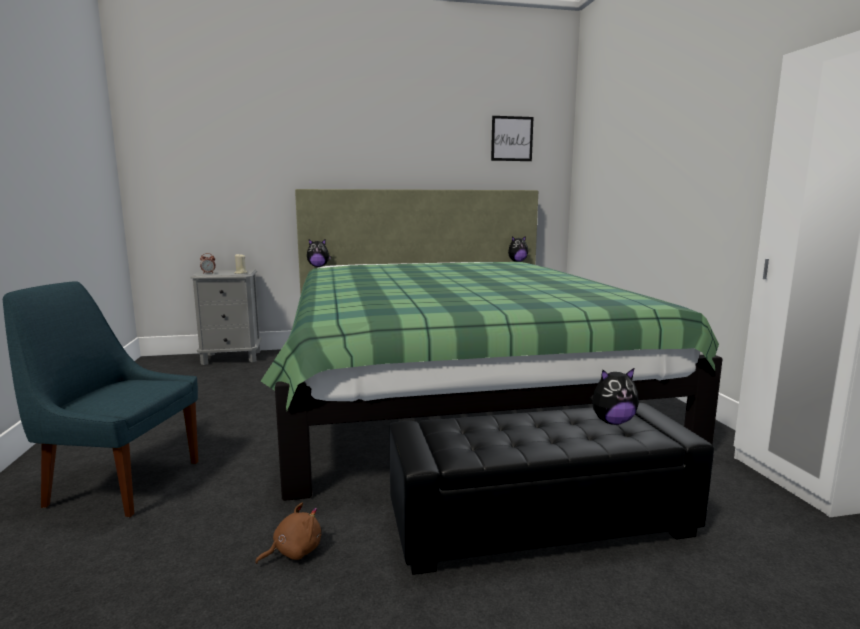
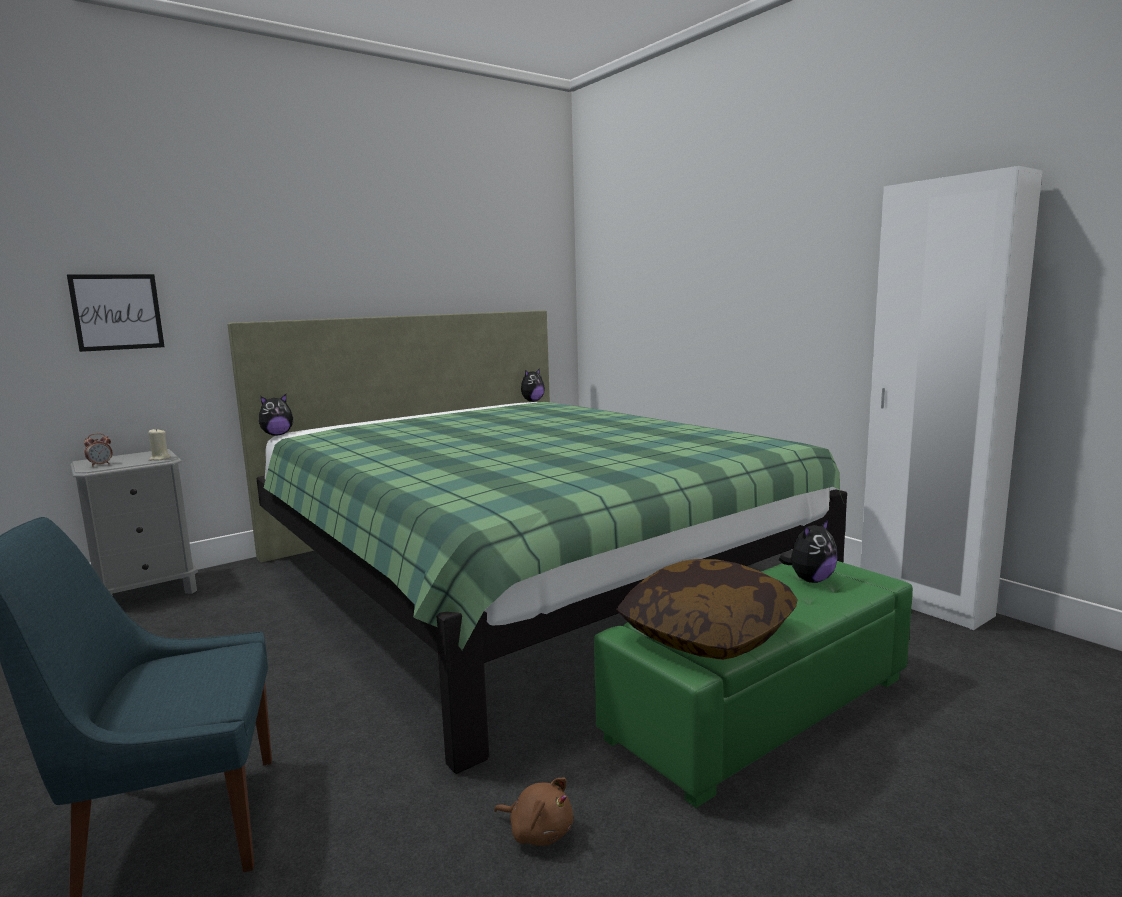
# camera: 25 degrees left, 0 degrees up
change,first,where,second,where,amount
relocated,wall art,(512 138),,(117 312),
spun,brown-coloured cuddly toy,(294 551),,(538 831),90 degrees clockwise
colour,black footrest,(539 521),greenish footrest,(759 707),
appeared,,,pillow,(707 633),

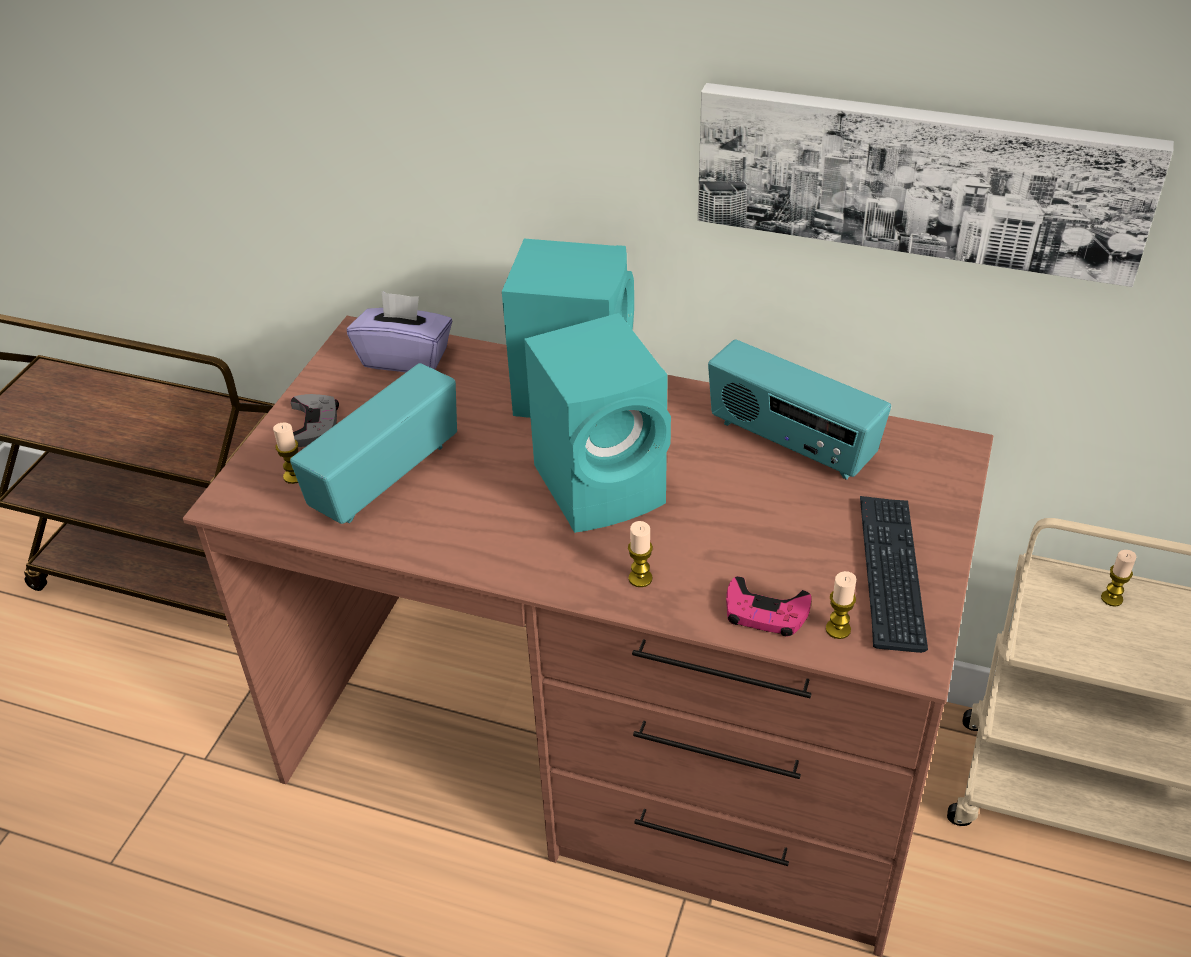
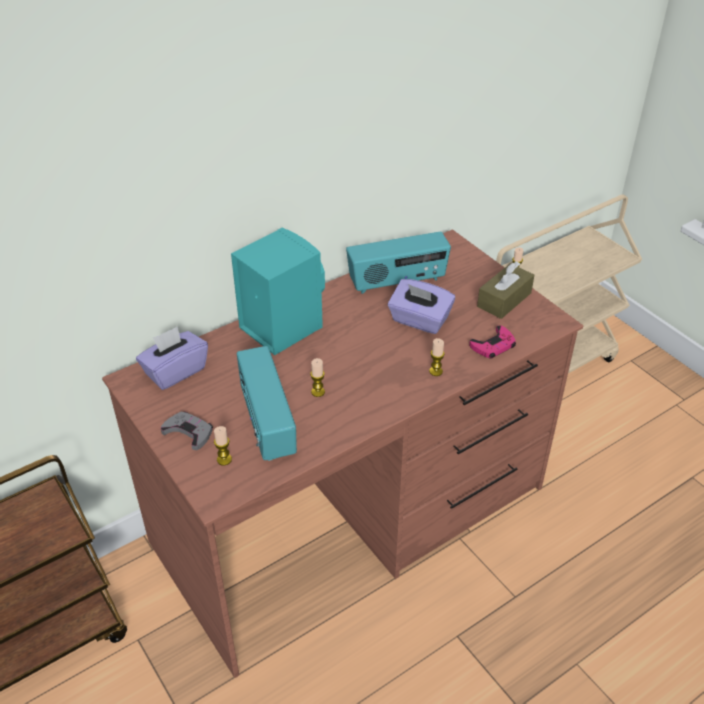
# camera: 55 degrees left, 0 degrees up
change,first,where,second,where,amount
relocated,wax candle,(838 629),,(318 392),
appeared,,,purplish tissue holder,(419 320),
exchanged,computer keyboard,(890 573),brown-coloured tissue holder,(504 300),
missing,blue-green audio speaker,(604 485),,,
missing,wall art,(918 178),,,

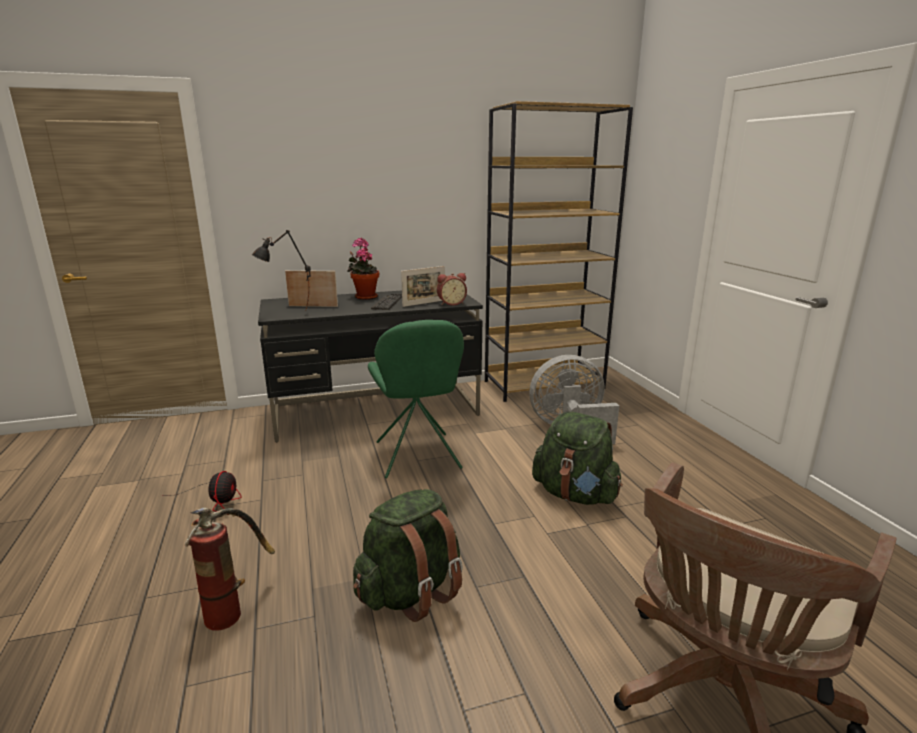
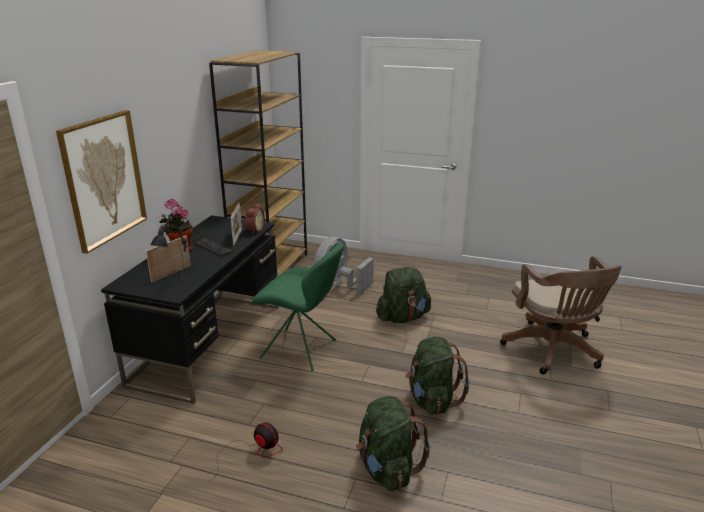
# camera: 55 degrees left, 5 degrees up
change,first,where,second,where,amount
appeared,,,wall art,(104 179),
exchanged,fire extinguisher,(232 606),greenish backpack,(387 469),

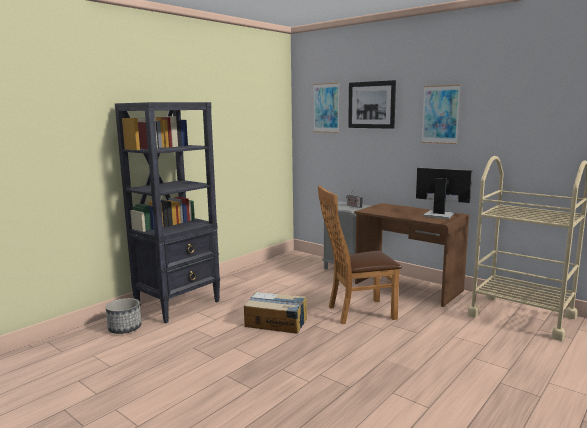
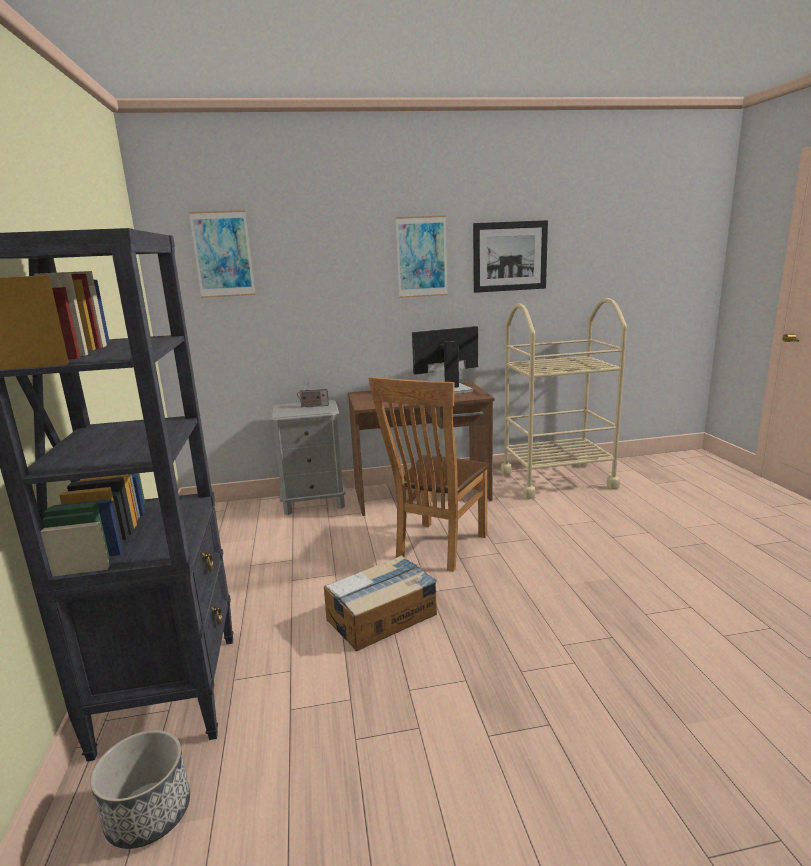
# camera: 50 degrees left, 5 degrees up
change,first,where,second,where,amount
relocated,wall art,(371 105),,(510 256),

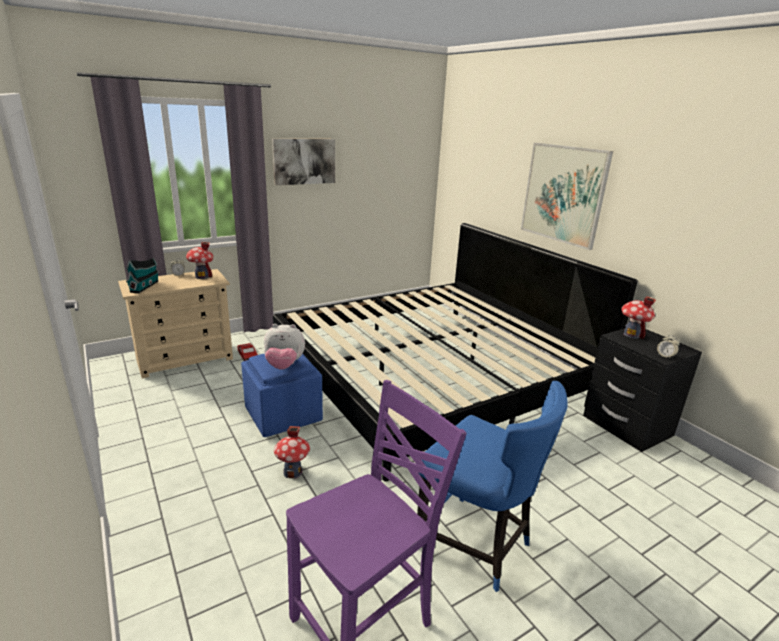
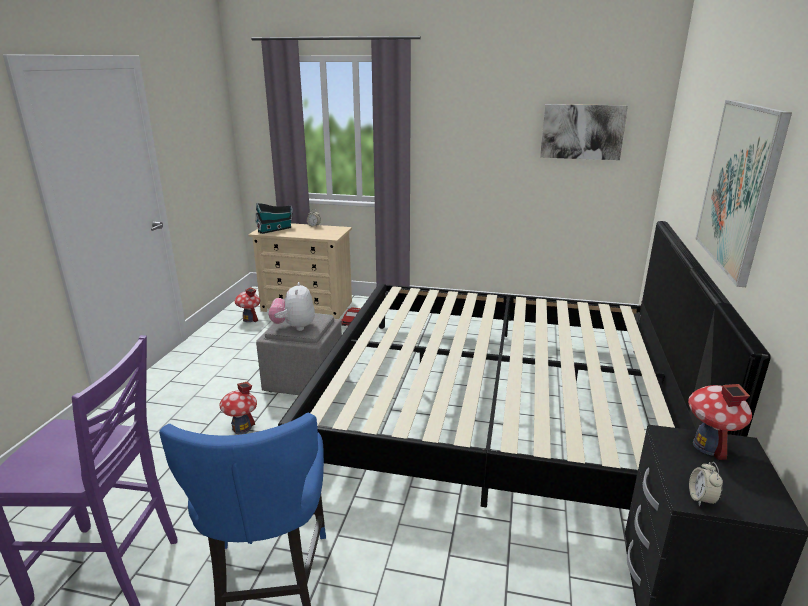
# camera: 45 degrees right, 0 degrees up
change,first,where,second,where,amount
relocated,model house,(202 276),,(249 319),
colour,blue-coloured footrest,(284 415),grey footrest,(304 380),
spun,cuddly toy,(284 365),,(294 327),45 degrees clockwise
relocated,wall art,(304 161),,(582 131),

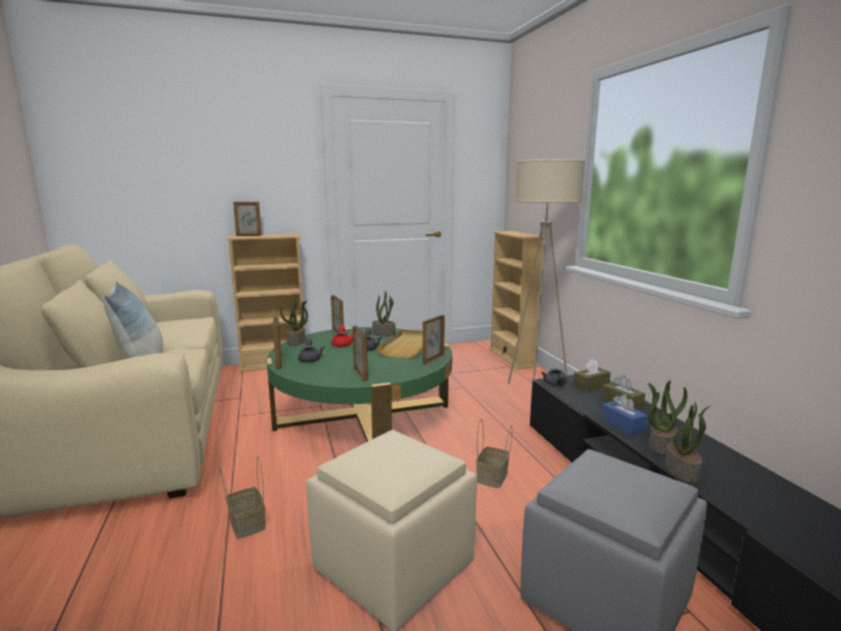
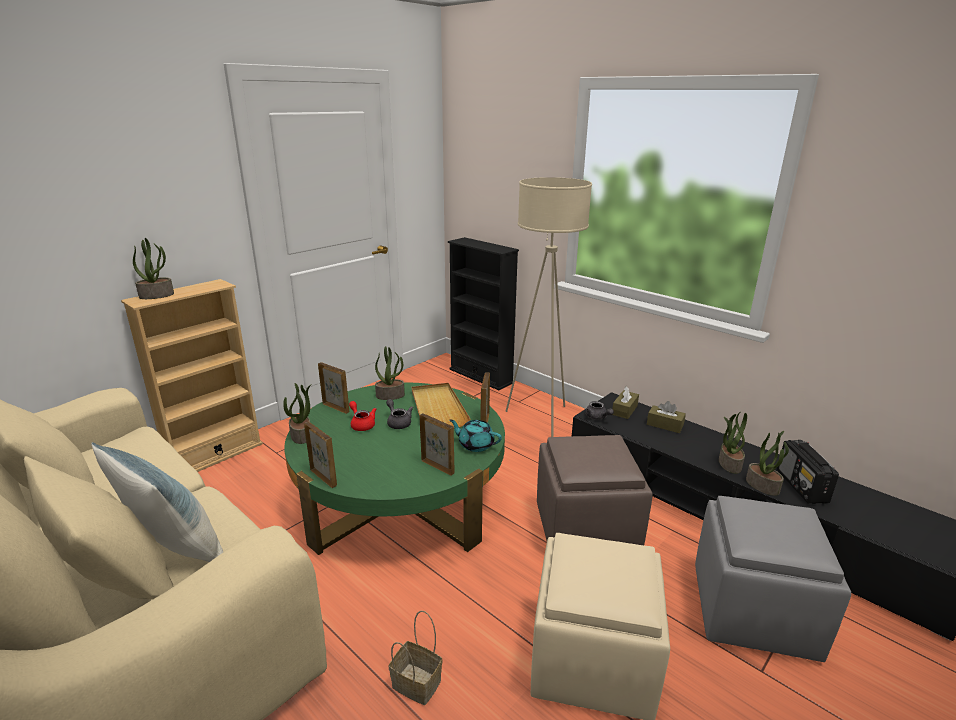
# camera: 30 degrees left, 10 degrees up
change,first,where,second,where,amount
exchanged,picture frame,(248 235),plant in a pot,(157 295),
colour,sand-coloured shelving unit,(512 357),black shelving unit,(481 376),
appeared,,,blue-green pot for tea,(475 445),
exchanged,household basket,(492 478),brown-coloured footrest,(587 530),
appeared,,,radio set,(801 487),
missing,grey pot for tea,(310 359),,,
missing,blue-coloured tissue holder,(623 425),,,

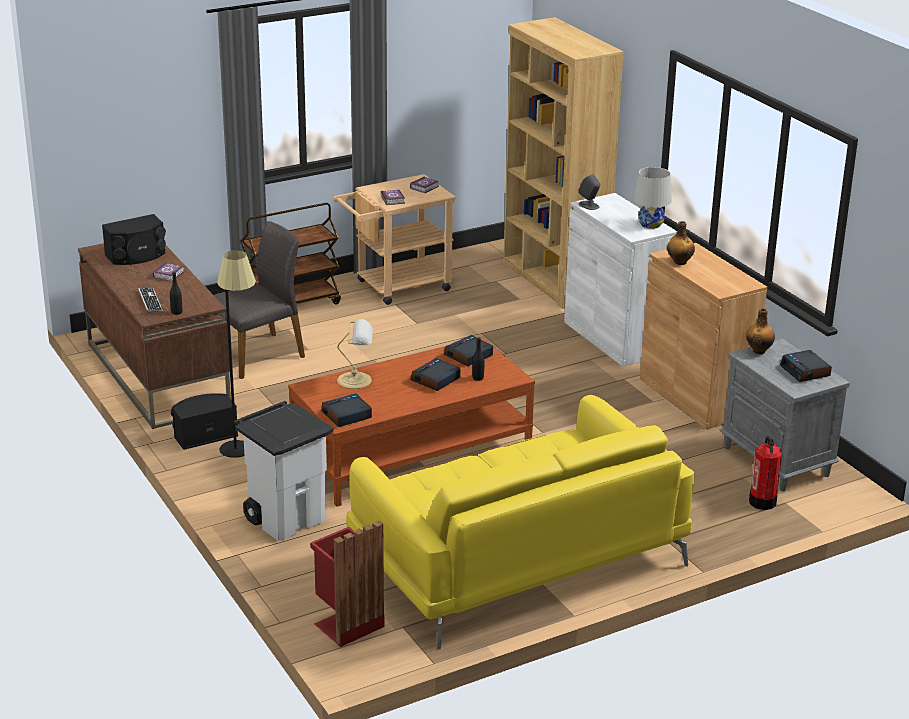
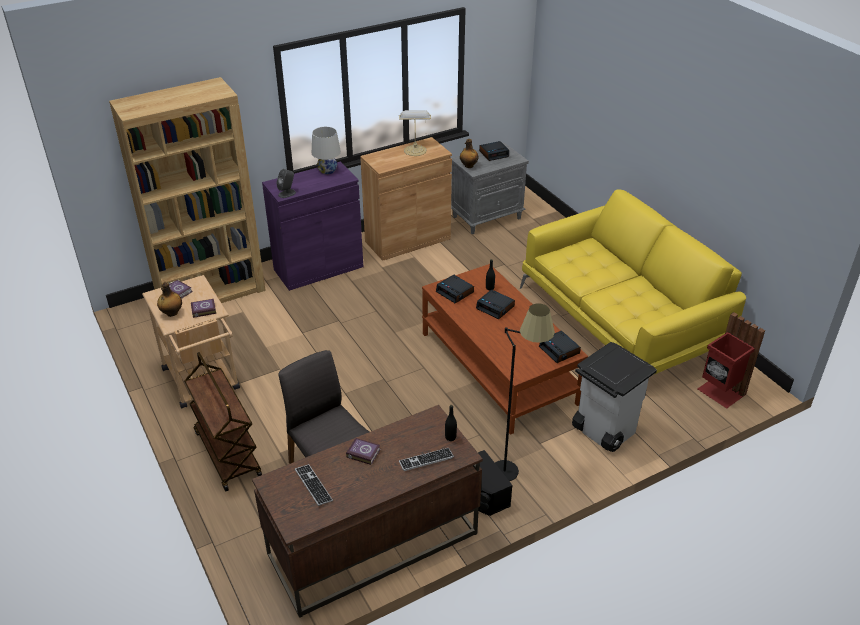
# camera: 90 degrees left, 10 degrees up
change,first,where,second,where,amount
relocated,beverage bottle,(679 262),,(171 313),
colour,white storage cabinet,(614 338),purplish storage cabinet,(318 268),
exchanged,black audio speaker,(136 255),computer keyboard,(313 485),
relocated,lamp for a table,(356 380),,(415 150),
missing,fire extinguisher,(762 502),,,

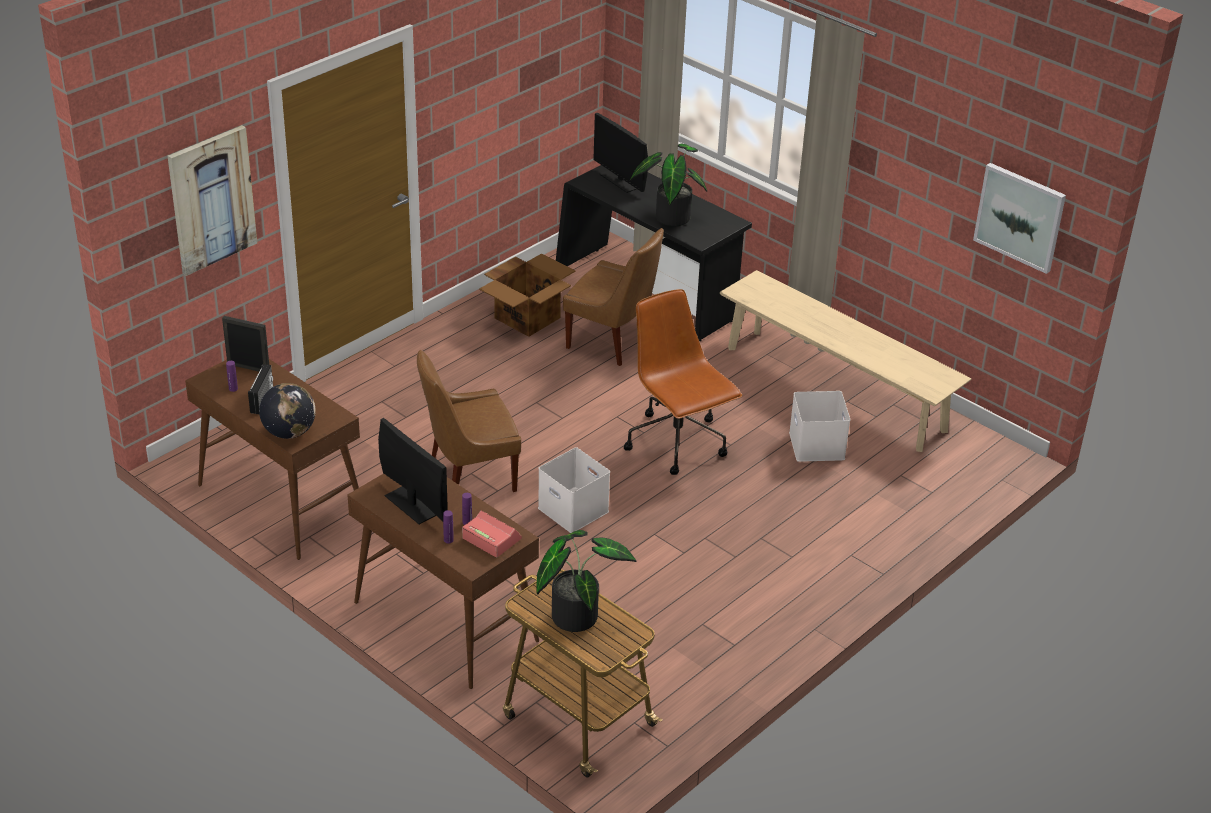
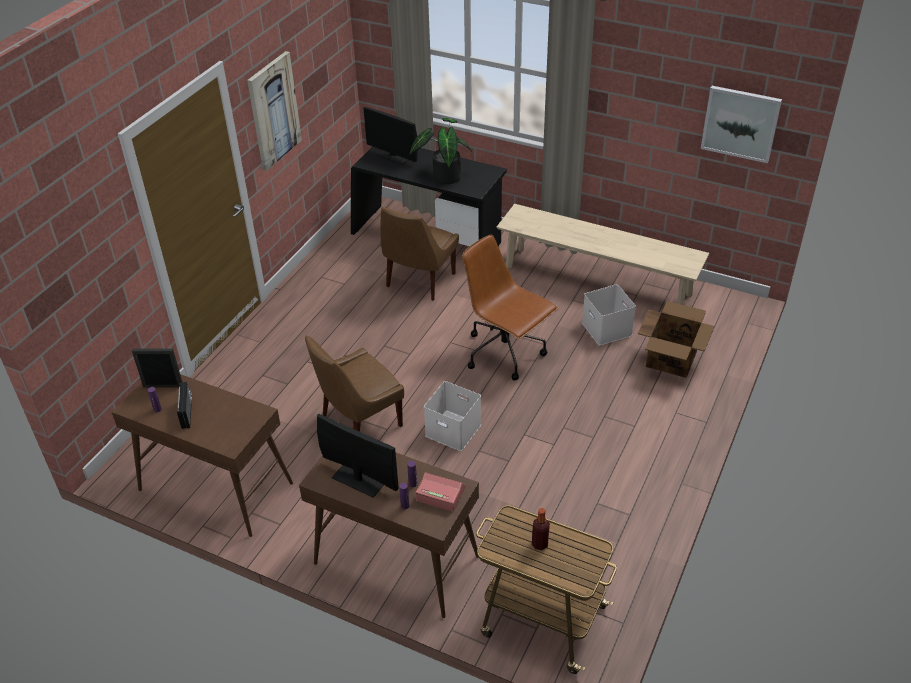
# camera: 15 degrees left, 5 degrees up
change,first,where,second,where,amount
relocated,wall art,(212 199),,(274 111),
spun,brown-coloured chair,(612 341),,(419 281),105 degrees clockwise
exchanged,plant in a pot,(576 613),beverage bottle,(540 544),
relocated,packing box,(528 317),,(671 359),
missing,world globe,(289 432),,,

